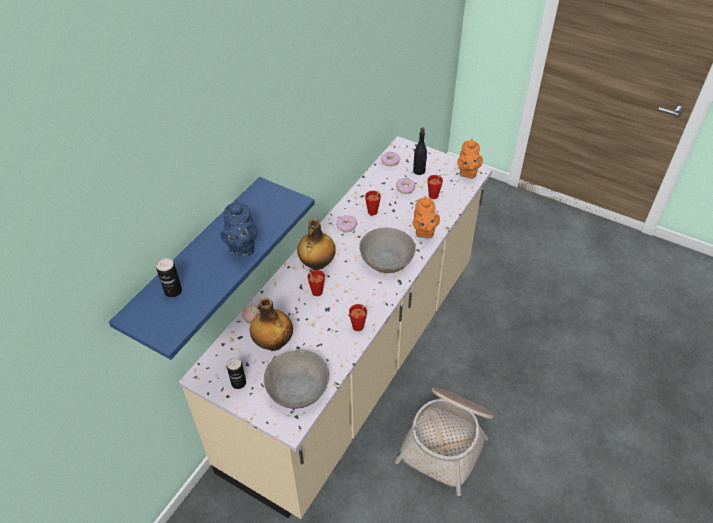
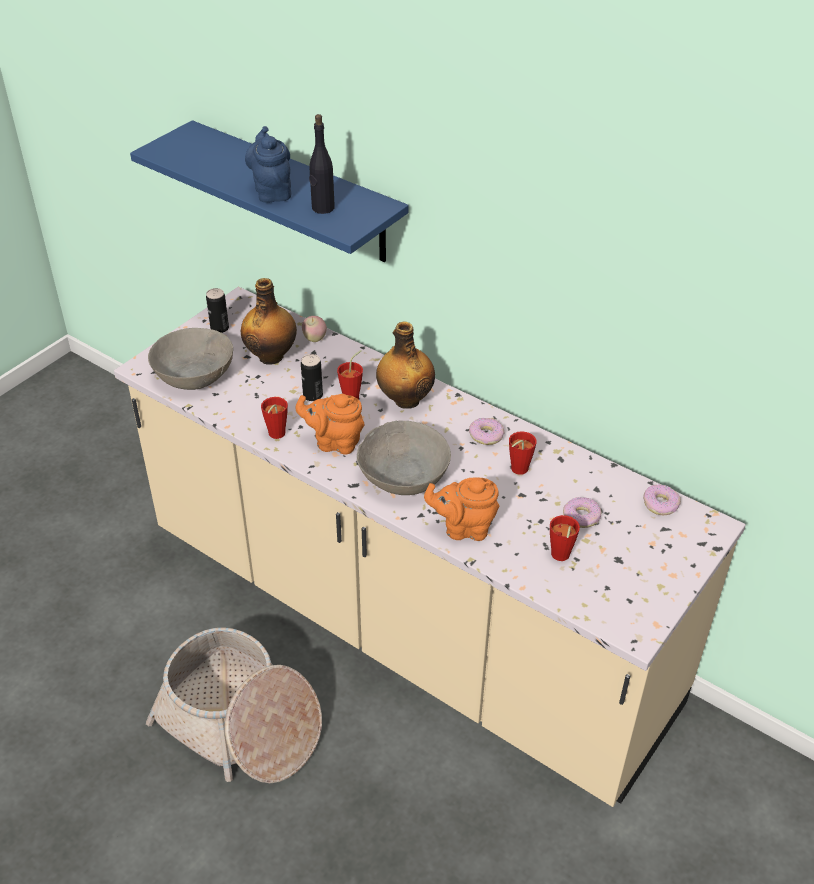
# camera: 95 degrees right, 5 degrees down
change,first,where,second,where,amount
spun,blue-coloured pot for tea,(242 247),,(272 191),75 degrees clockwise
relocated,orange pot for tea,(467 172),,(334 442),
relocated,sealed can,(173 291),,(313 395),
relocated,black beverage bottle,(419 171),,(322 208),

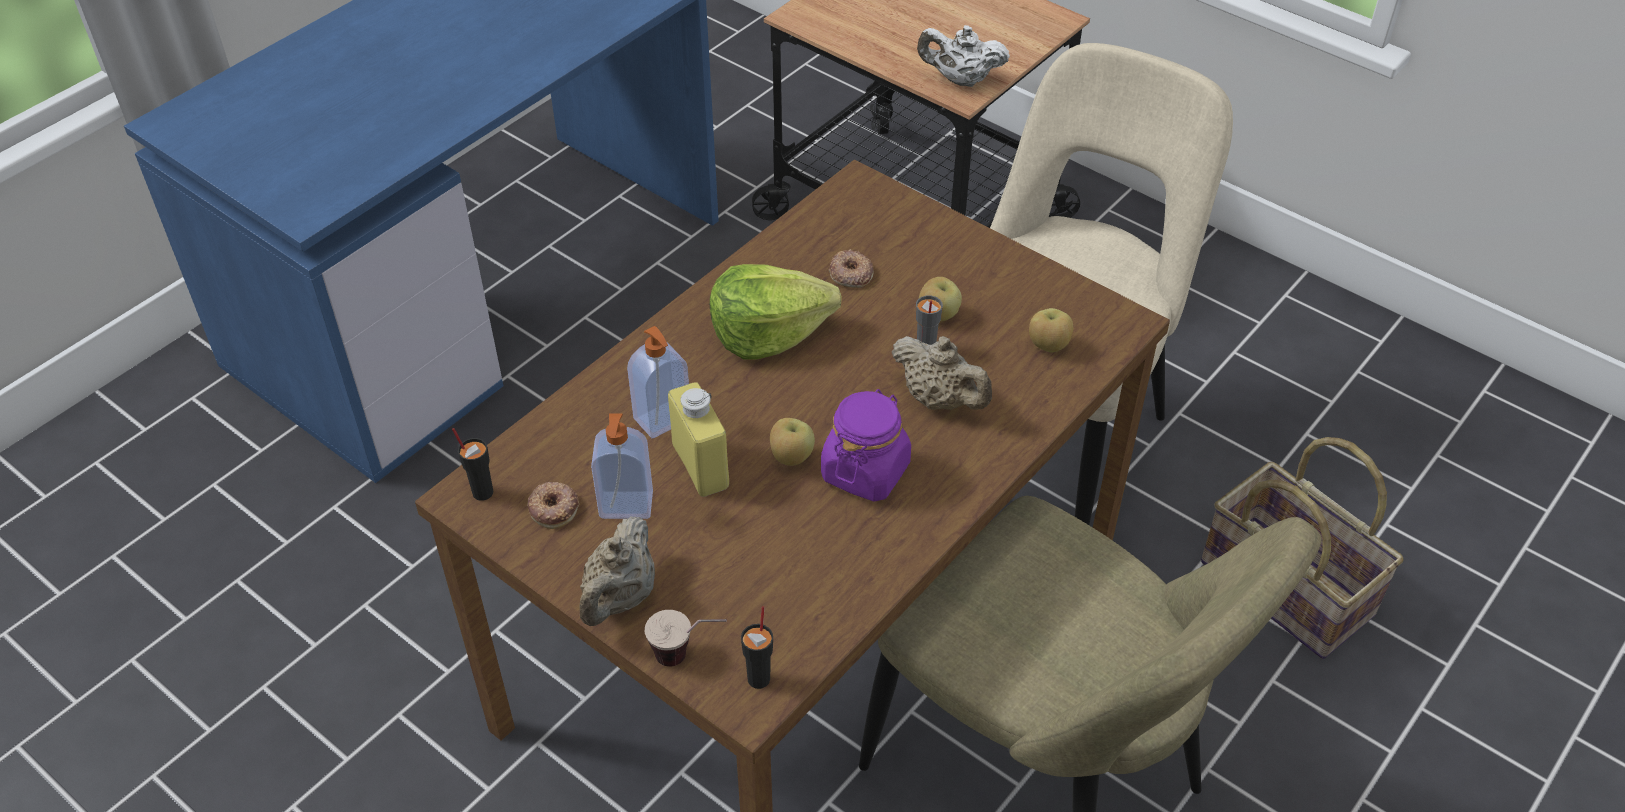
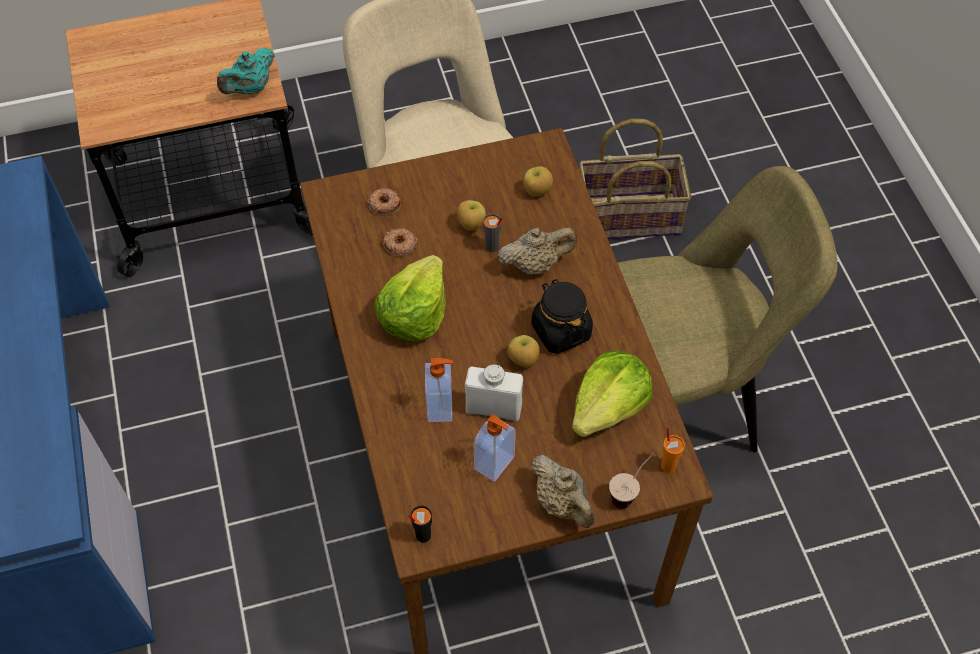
# camera: 55 degrees left, 10 degrees up
change,first,where,second,where,amount
colour,white pot for tea,(961 80),blue-green pot for tea,(251 88),
relocated,donut,(554 508),,(384 204),
colour,yellowish beverage bottle,(700 466),white beverage bottle,(493 408),
colour,purplish preserve jar,(865 471),black preserve jar,(560 331),
appeared,,,lettuce,(609 407),
colour,black small cup,(759 678),orange small cup,(668 465),

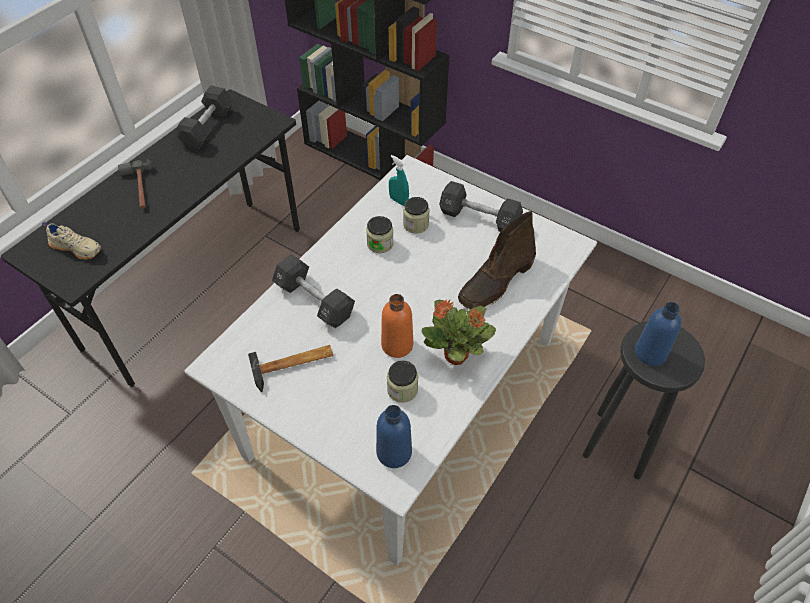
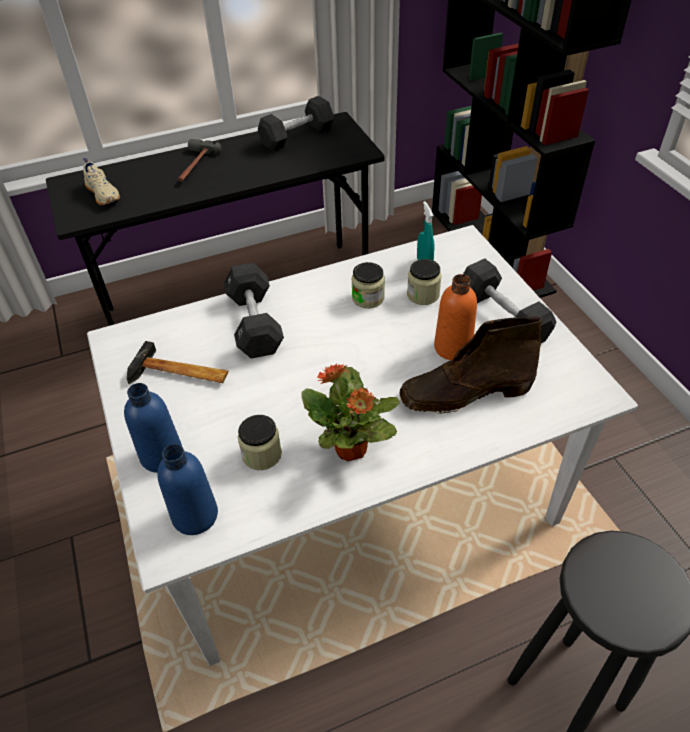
# camera: 35 degrees right, 5 degrees down
change,first,where,second,where,amount
relocated,blue-coloured beverage bottle,(650 353),,(162 455),
relocated,orange beverage bottle,(397 345),,(453 347),

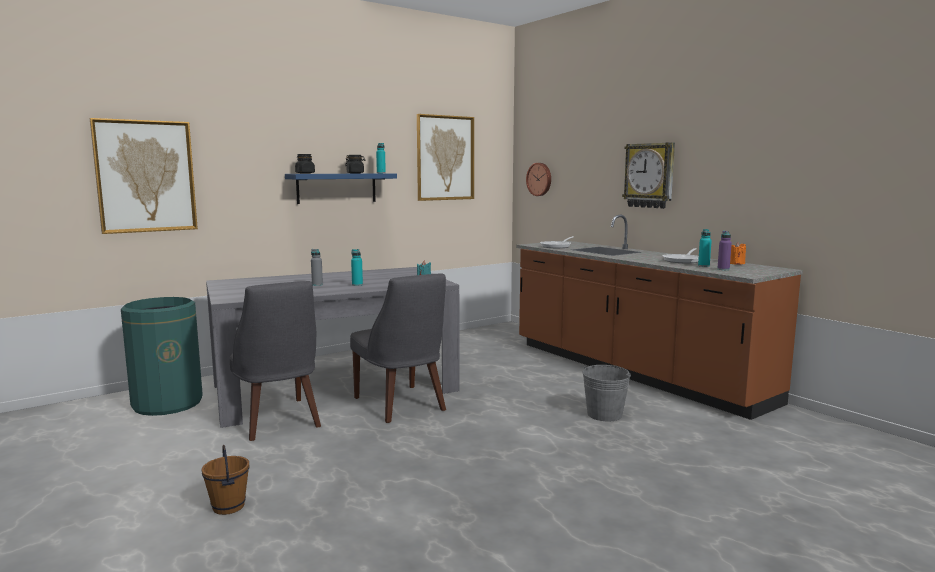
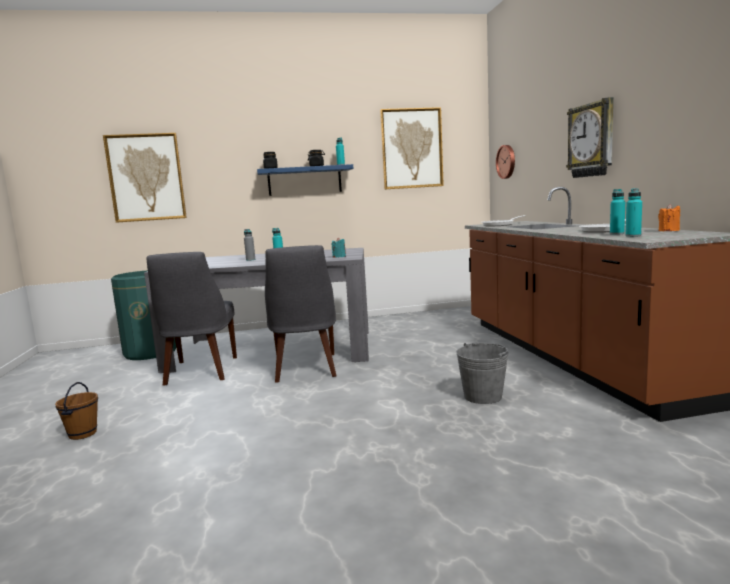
# camera: 25 degrees right, 0 degrees up
change,first,where,second,where,amount
colour,purplish beverage bottle,(723 269),blue-green beverage bottle,(633 236),

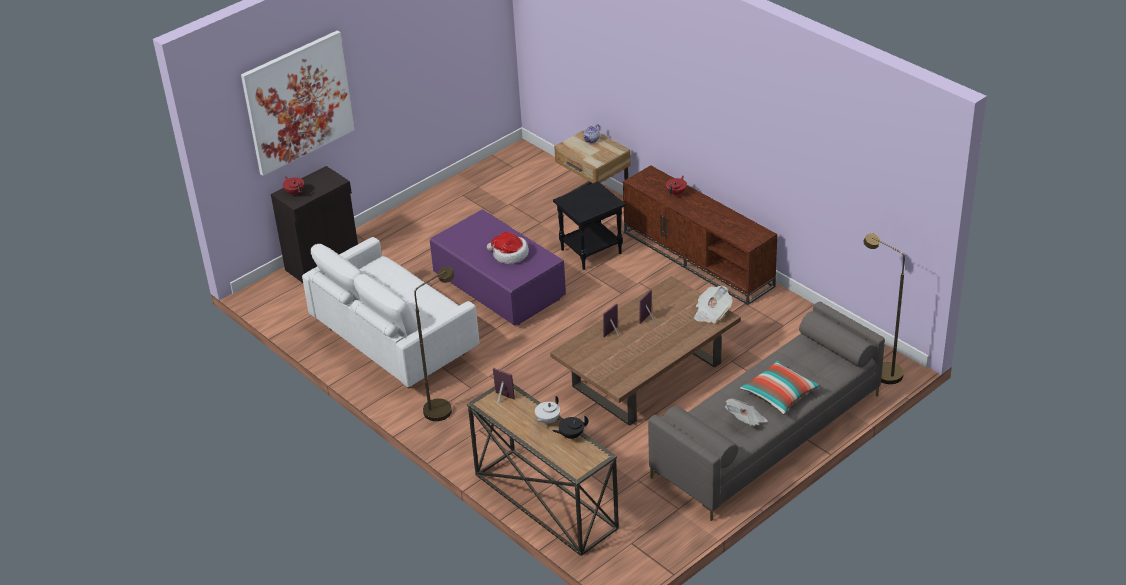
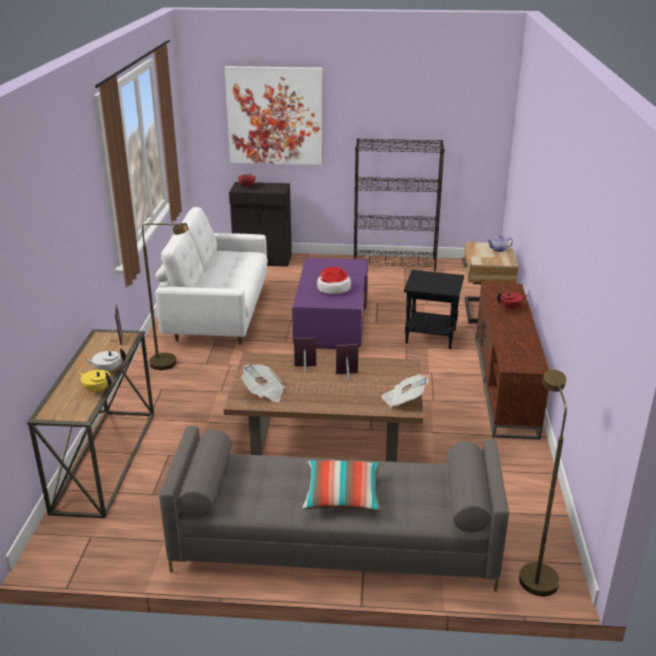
# camera: 45 degrees right, 10 degrees down
change,first,where,second,where,amount
colour,black pot for tea,(571 435),yellowish pot for tea,(97 389),
relocated,printed paper,(745 421),,(264 393),
appeared,,,black shelving unit,(395 263),

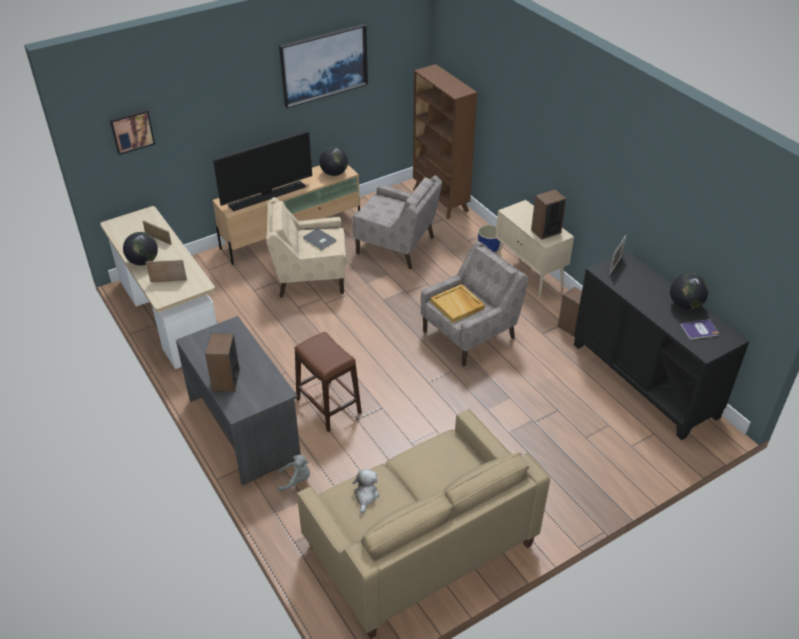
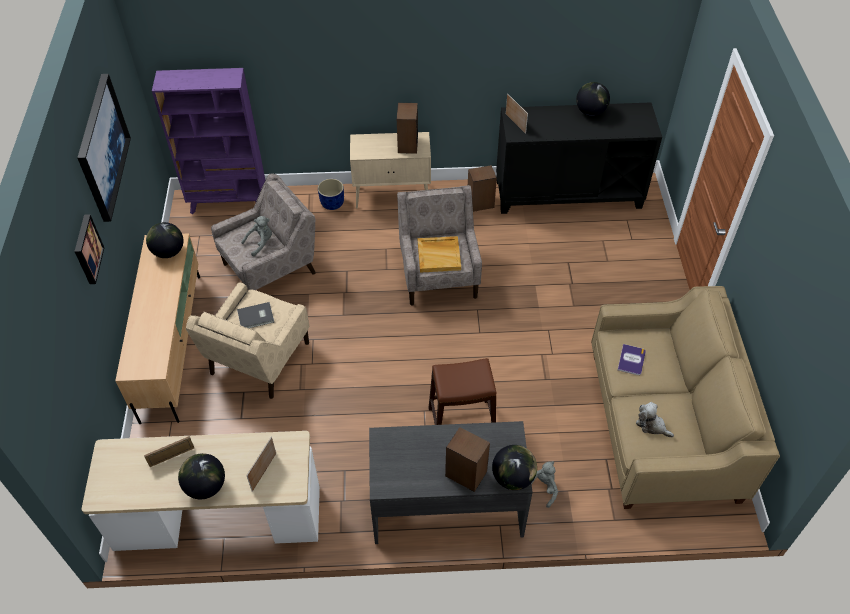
# camera: 60 degrees left, 10 degrees up
change,first,where,second,where,amount
relocated,wall art,(132 131),,(86 249),
colour,brown-coloured shelving unit,(440 200),purplish shelving unit,(229 202),
appeared,,,grey cuddly toy,(260 243),
appeared,,,world globe,(513 477),
relocated,volume,(699 330),,(631 360),
missing,TV set,(267 195),,,

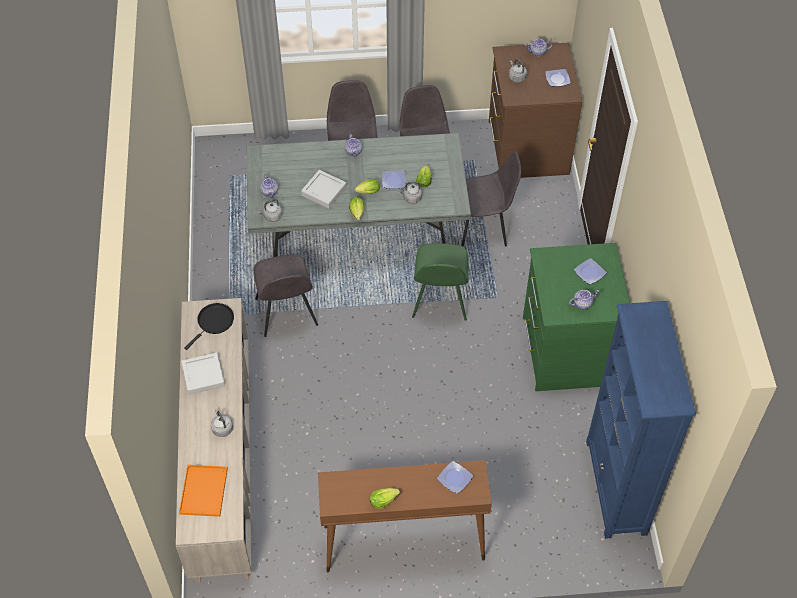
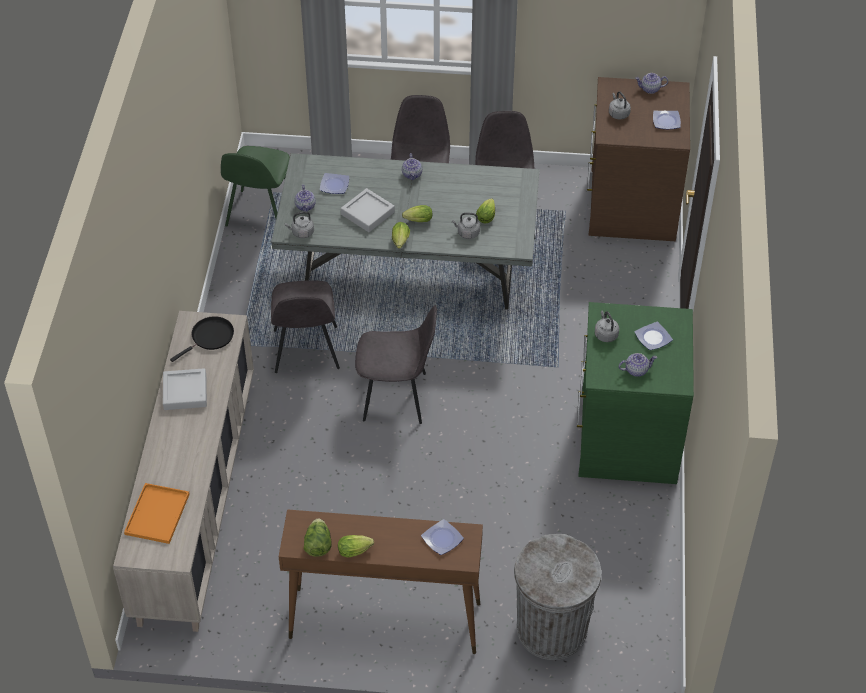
# camera: 10 degrees right, 5 degrees down
change,first,where,second,where,amount
relocated,greenish chair,(439 301),,(260 214),
appeared,,,lettuce,(318 545),
relocated,plate,(393 181),,(334 185),
relocated,grey chair,(481 228),,(397 397),
appeared,,,grey trash can,(551 629),
relocated,grey water kettle,(222 428),,(605 334),
missing,blue-coloured shelving unit,(616 487),,,

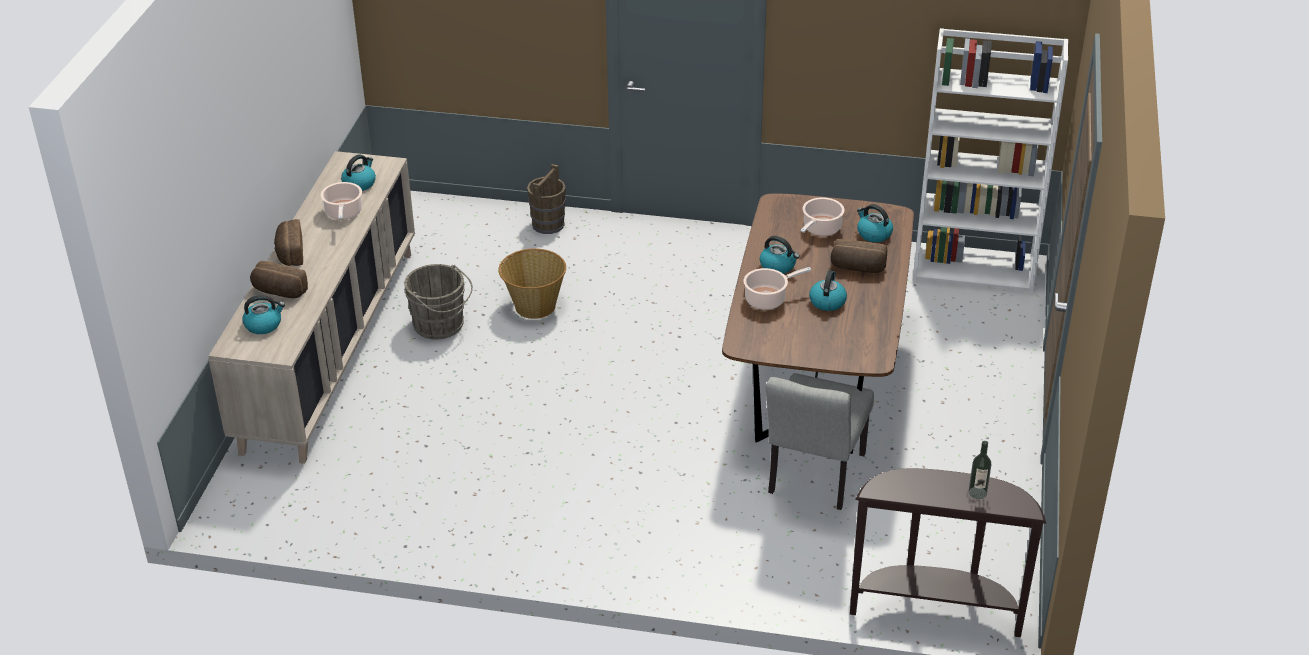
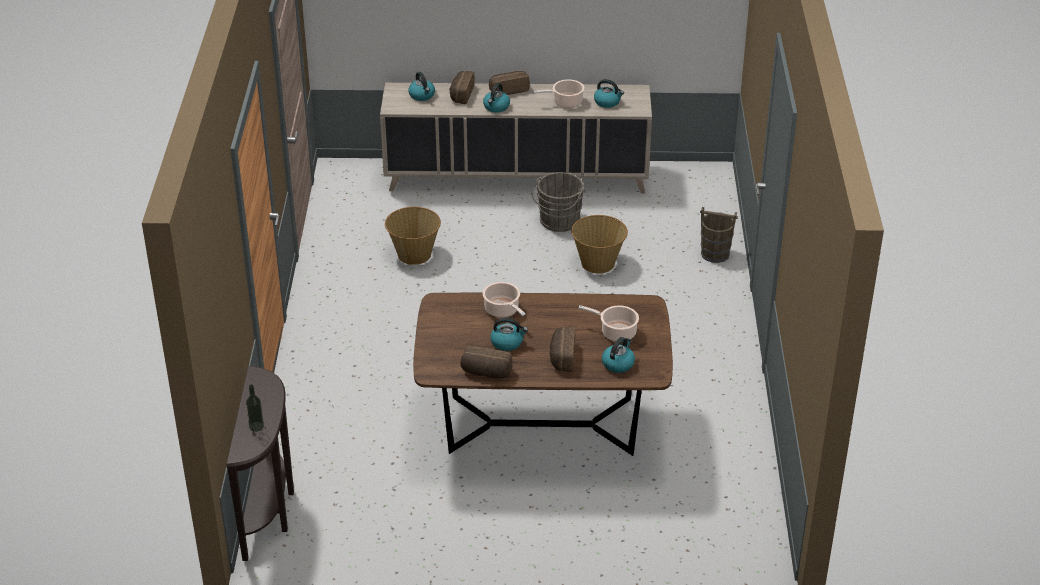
# camera: 80 degrees right, 0 degrees up
change,first,where,second,where,amount
appeared,,,household basket,(414 254),
appeared,,,baked bread,(486 373),
relocated,water kettle,(778 266),,(496 107),
missing,grey chair,(813 479),,,
missing,white shelving unit,(975 268),,,

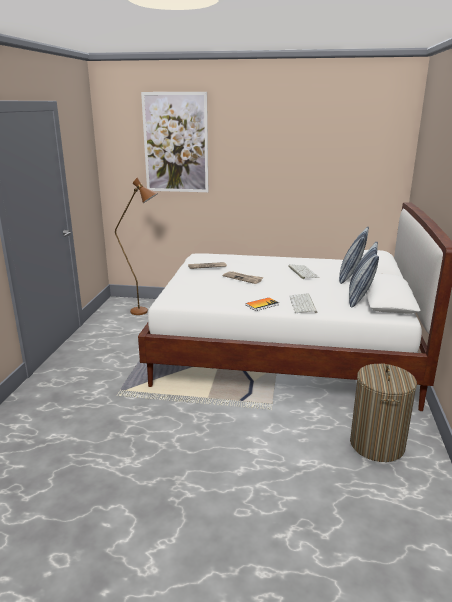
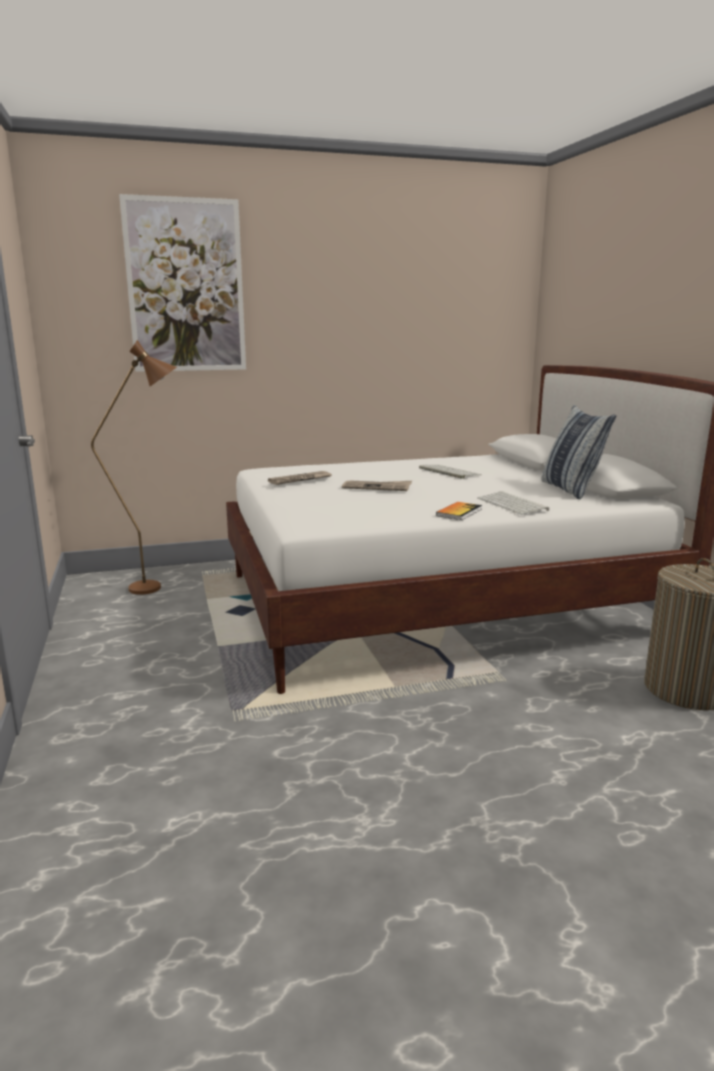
# camera: 25 degrees left, 5 degrees down
change,first,where,second,where,amount
missing,pillow,(351 277),,,

